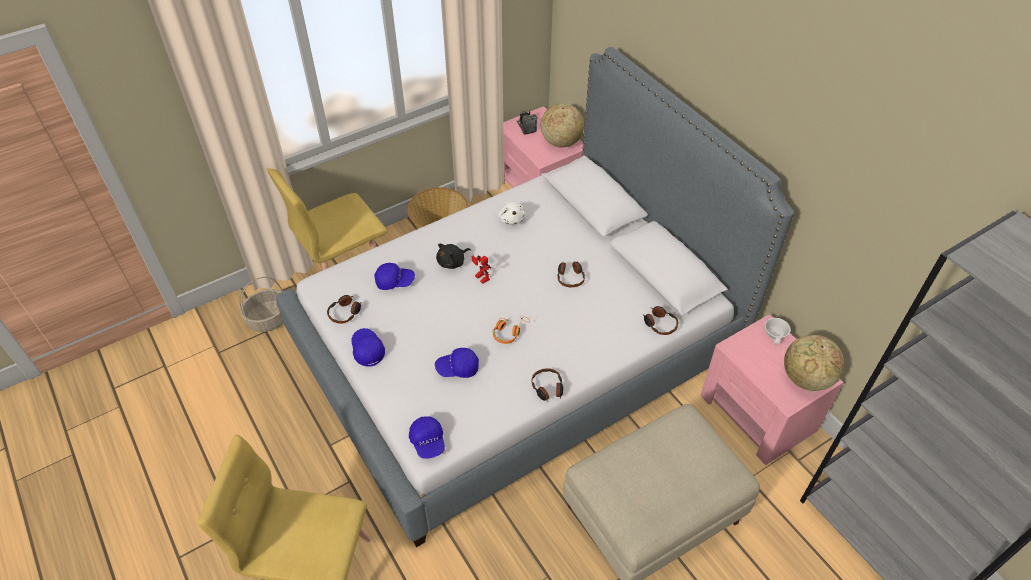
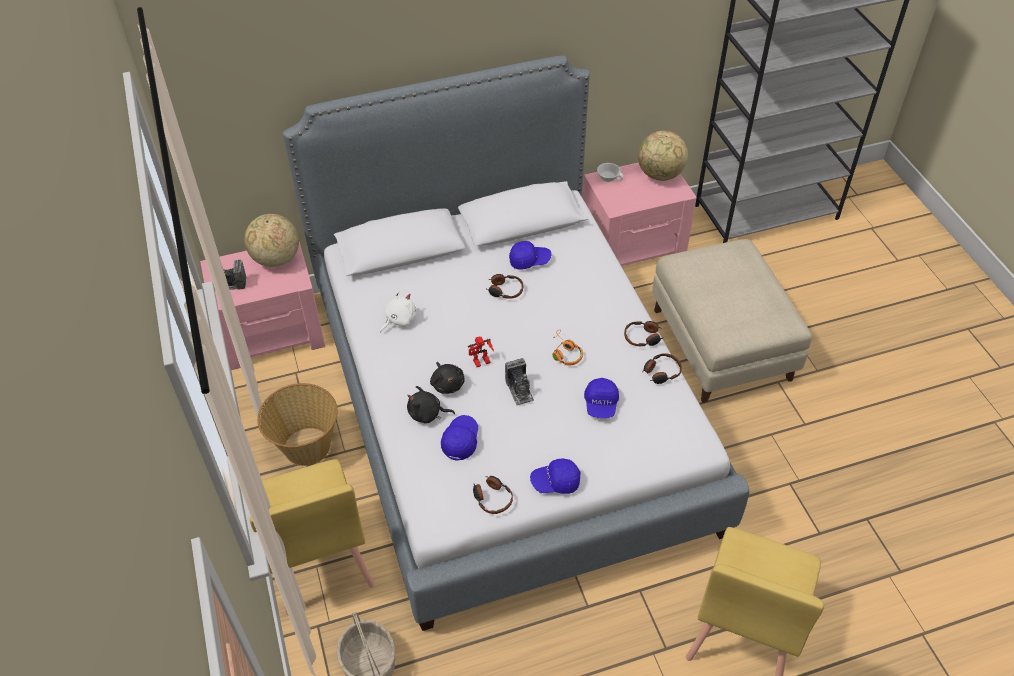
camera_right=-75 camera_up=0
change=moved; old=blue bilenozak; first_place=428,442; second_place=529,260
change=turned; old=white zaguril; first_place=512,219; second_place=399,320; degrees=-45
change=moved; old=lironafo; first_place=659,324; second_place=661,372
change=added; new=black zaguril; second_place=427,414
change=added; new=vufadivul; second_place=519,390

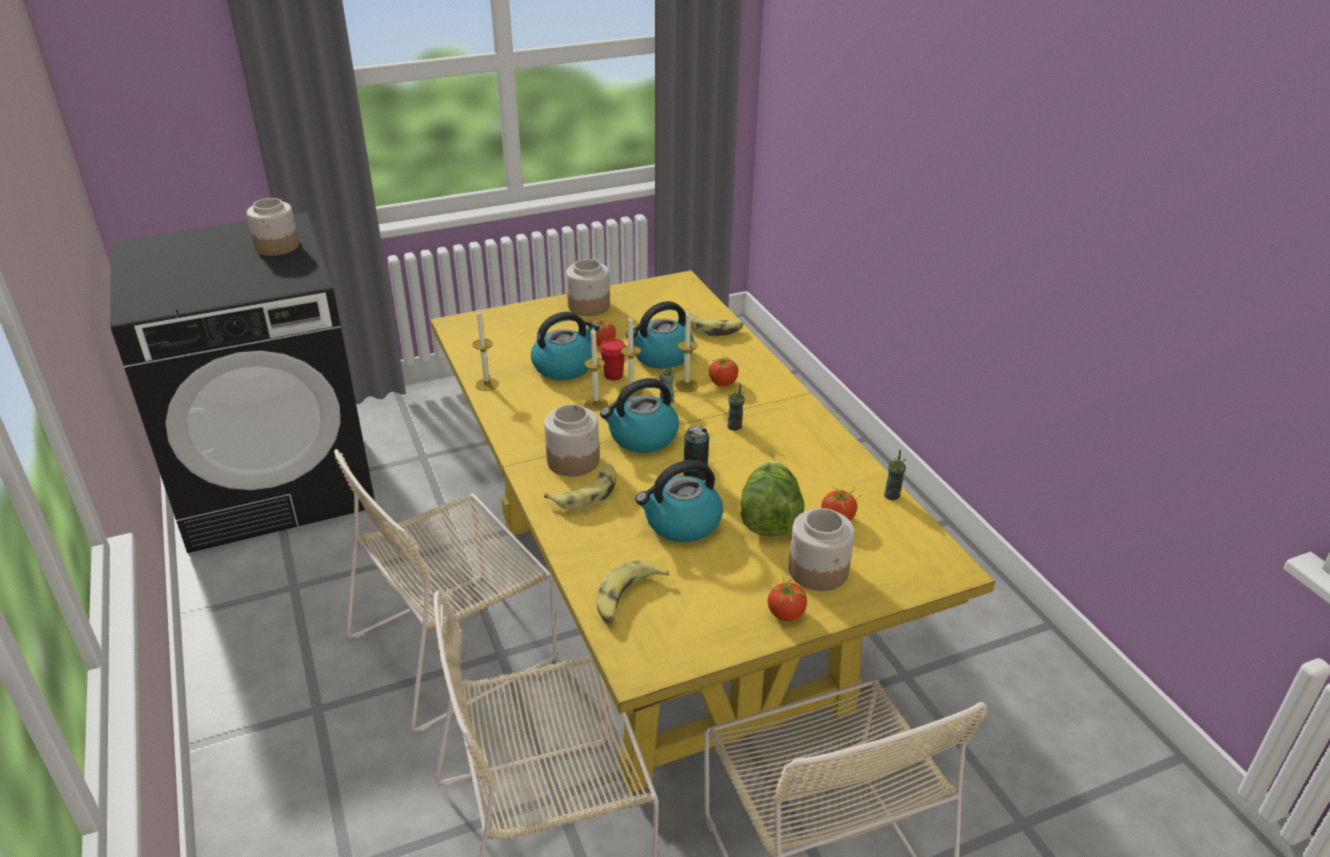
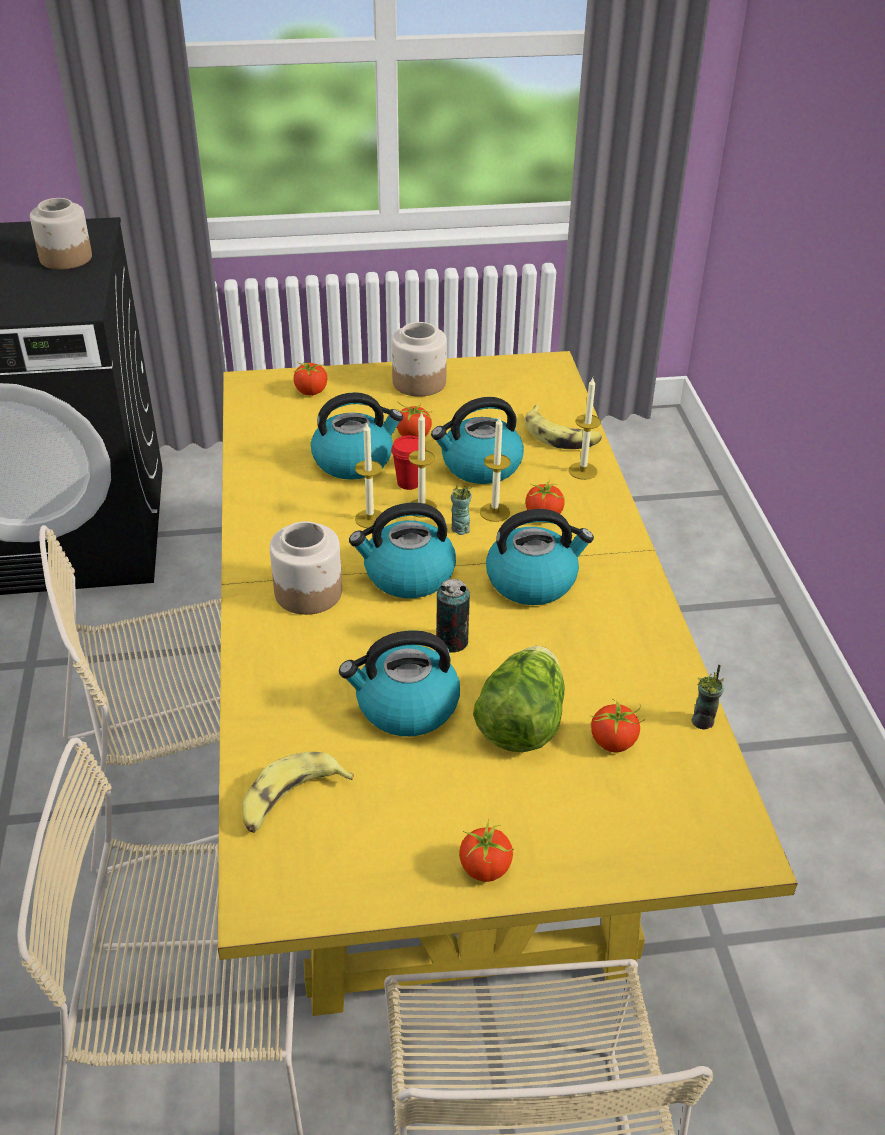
camera_right=15 camera_up=5
change=moved; old=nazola; first_place=487,384; second_place=583,471
change=removed; old=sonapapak; first_place=587,493
change=replaced; old=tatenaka; new=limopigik; first_place=735,426; second_place=533,581
change=removed; old=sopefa; first_place=819,571
change=added; new=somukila; second_place=311,391

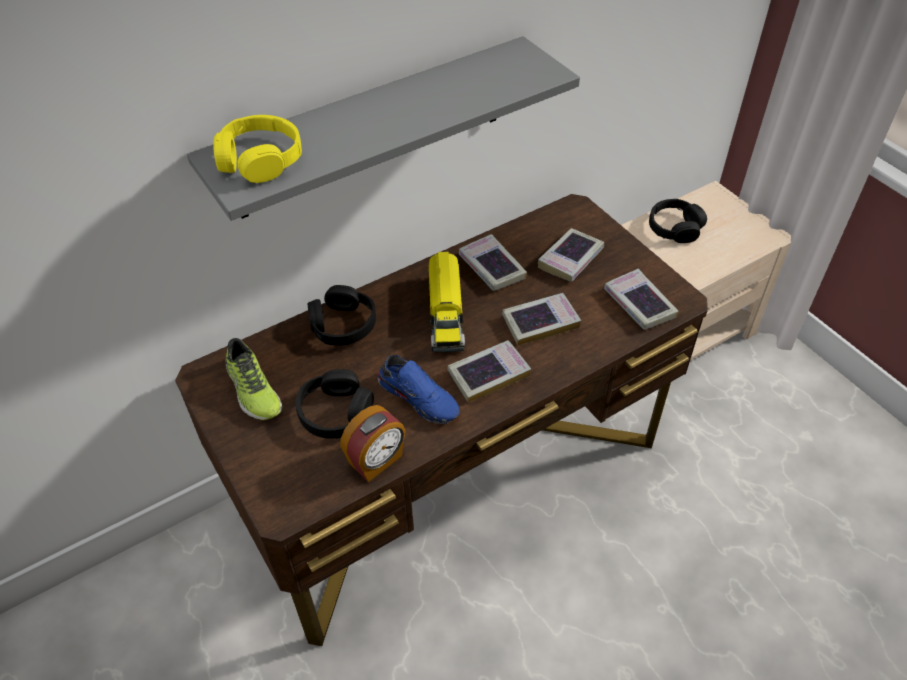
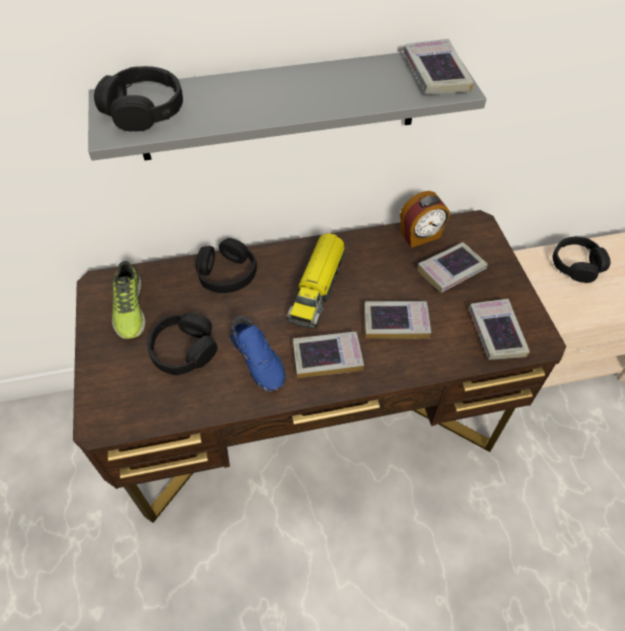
camera_right=20 camera_up=5
change=recoloured; old=yellow lironafo; new=black lironafo; first_place=260,160; second_place=144,110
change=moved; old=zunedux; first_place=376,460; second_place=420,236
change=moved; old=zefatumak; first_place=491,267; second_place=435,73

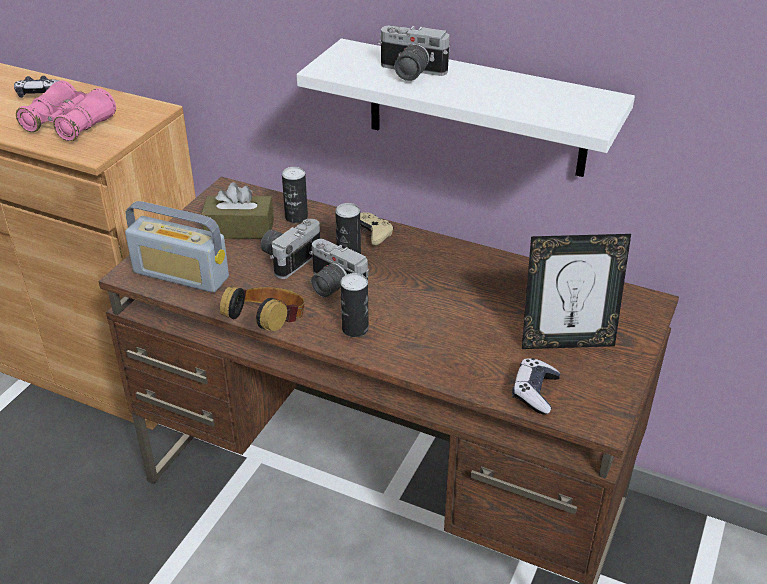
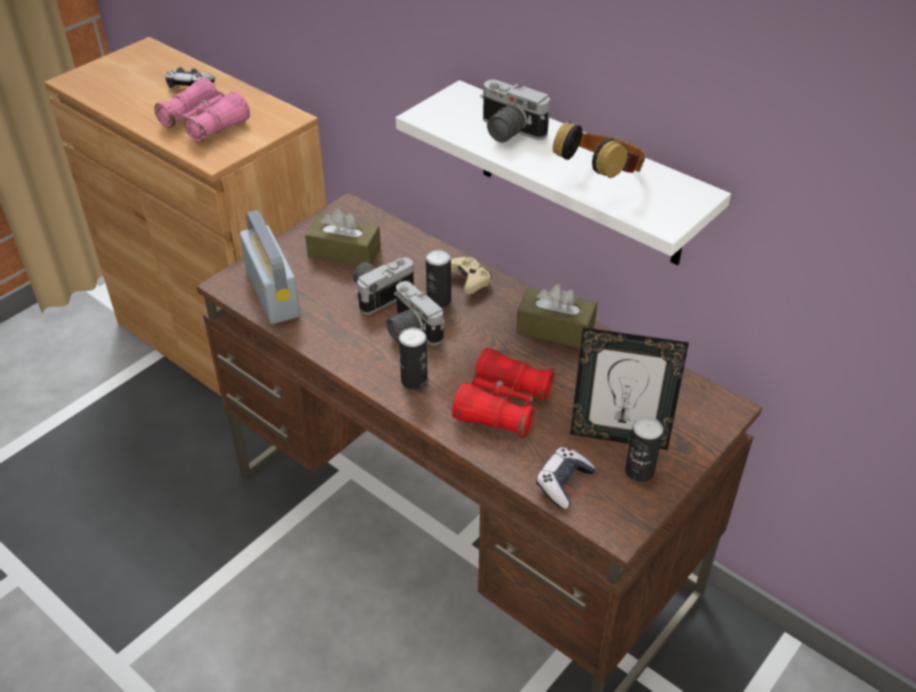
camera_right=15 camera_up=5
change=turned; old=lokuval; first_place=181,275; second_place=272,293; degrees=-150
change=moved; old=lironafo; first_place=269,328; second_place=600,179
change=moved; old=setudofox; first_place=296,217; second_place=639,471
change=added; new=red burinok; second_place=503,405
change=added; new=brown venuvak; second_place=555,329

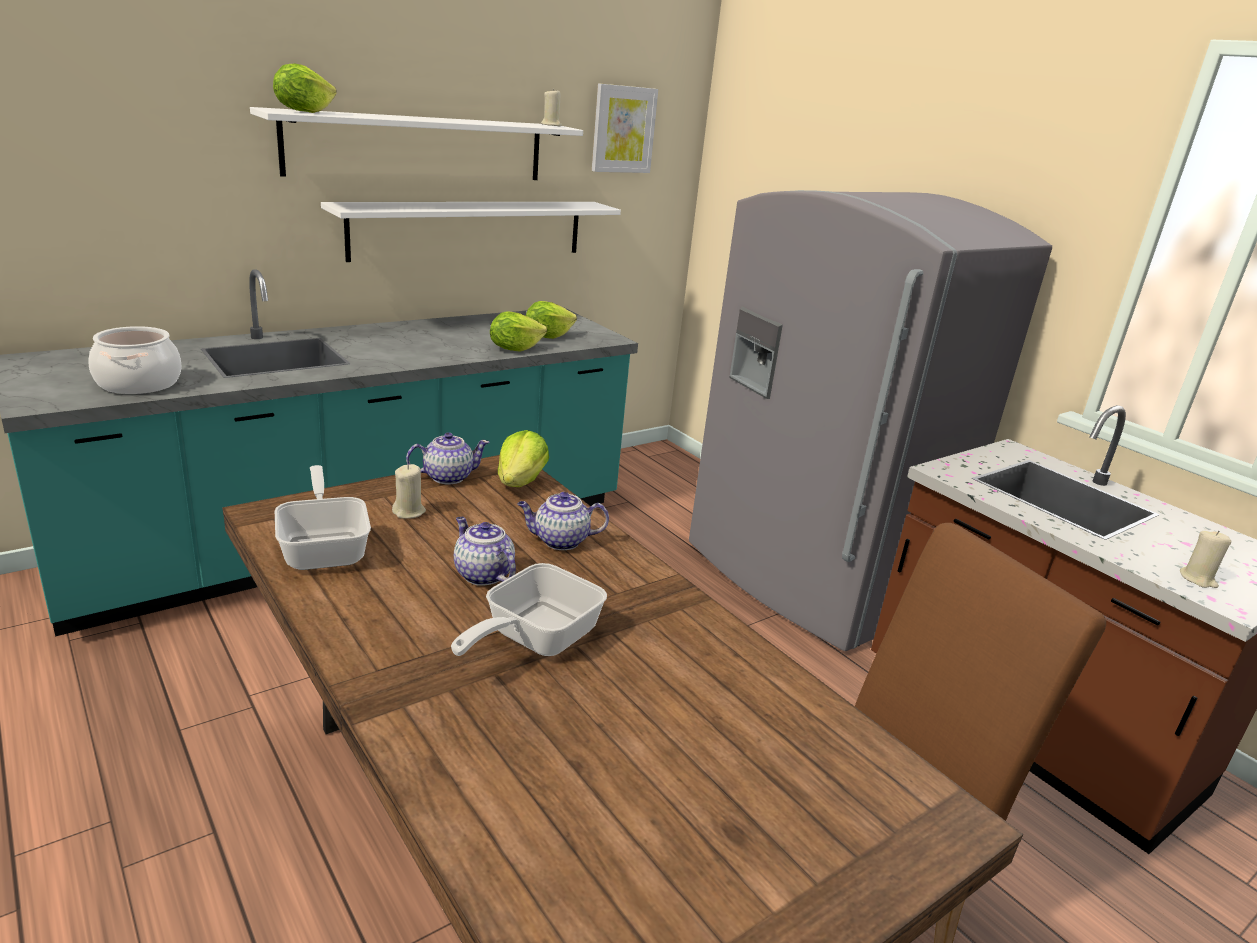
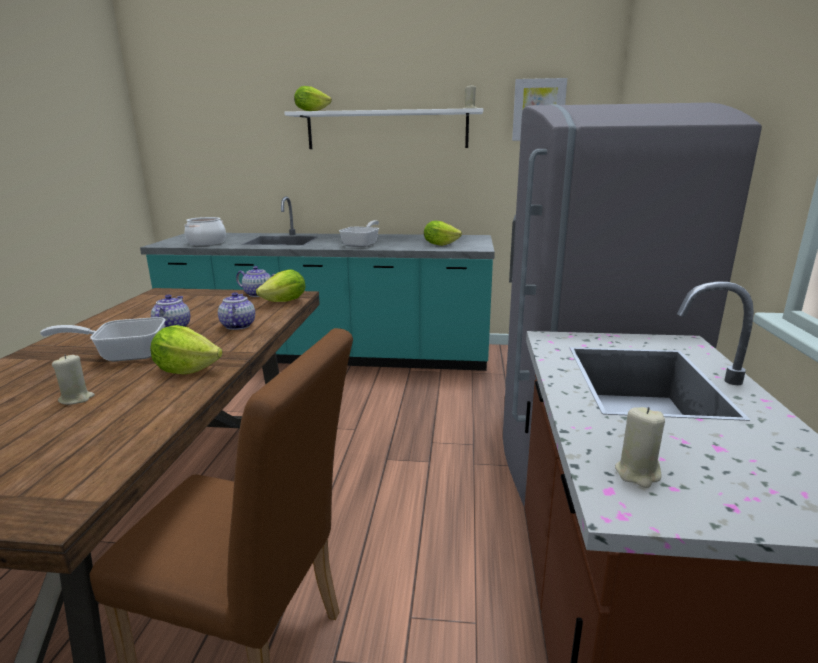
camera_right=45 camera_up=-5
change=moved; old=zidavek; first_place=325,547; second_place=362,244
change=removed; old=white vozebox; first_place=470,229
change=moved; old=beige nazola; first_place=409,512; second_place=76,399
change=moved; old=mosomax; first_place=514,349; second_place=186,370
change=turned; old=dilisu; first_place=560,541; second_place=238,325; degrees=45

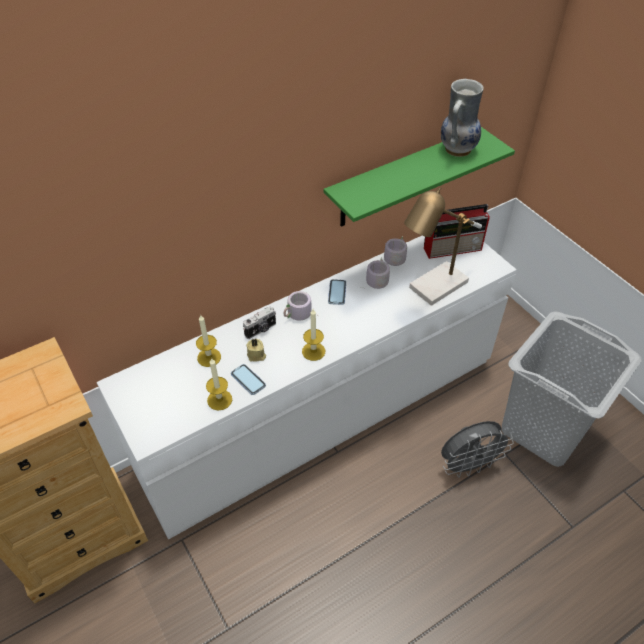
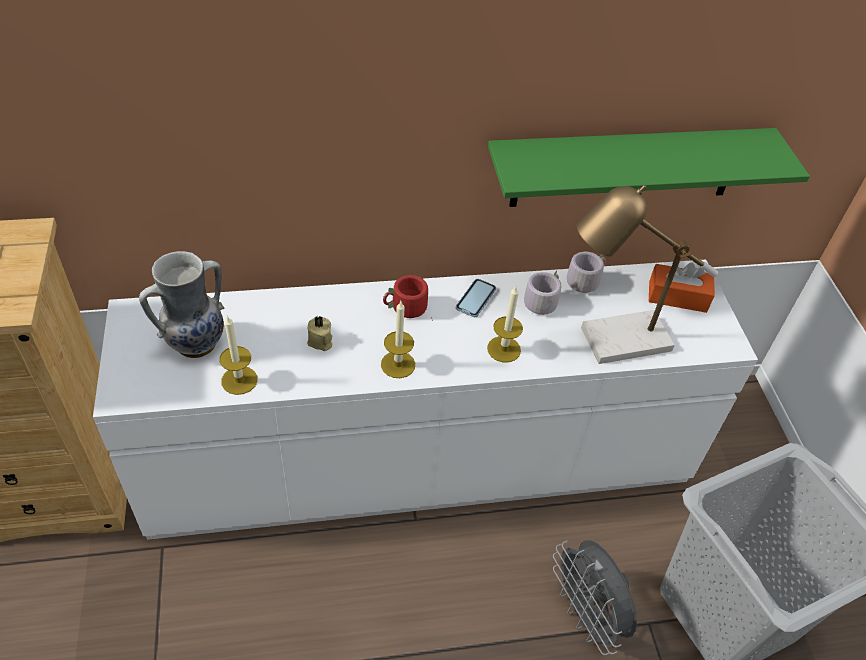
camera_right=20 camera_up=0
change=moved; old=nazola; first_place=209,357; second_place=504,349
change=removed; old=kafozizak; first_place=248,380
change=removed; old=vufadivul; first_place=261,330
change=recoloured; old=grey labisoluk; new=red labisoluk; first_place=298,315; second_place=405,309
change=replaced; old=lokuval; new=orange venuvak; first_place=453,248; second_place=677,297
change=moved; old=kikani; first_place=457,149; second_place=195,342
change=turned; old=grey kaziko; first_place=468,465; second_place=586,615; degrees=60

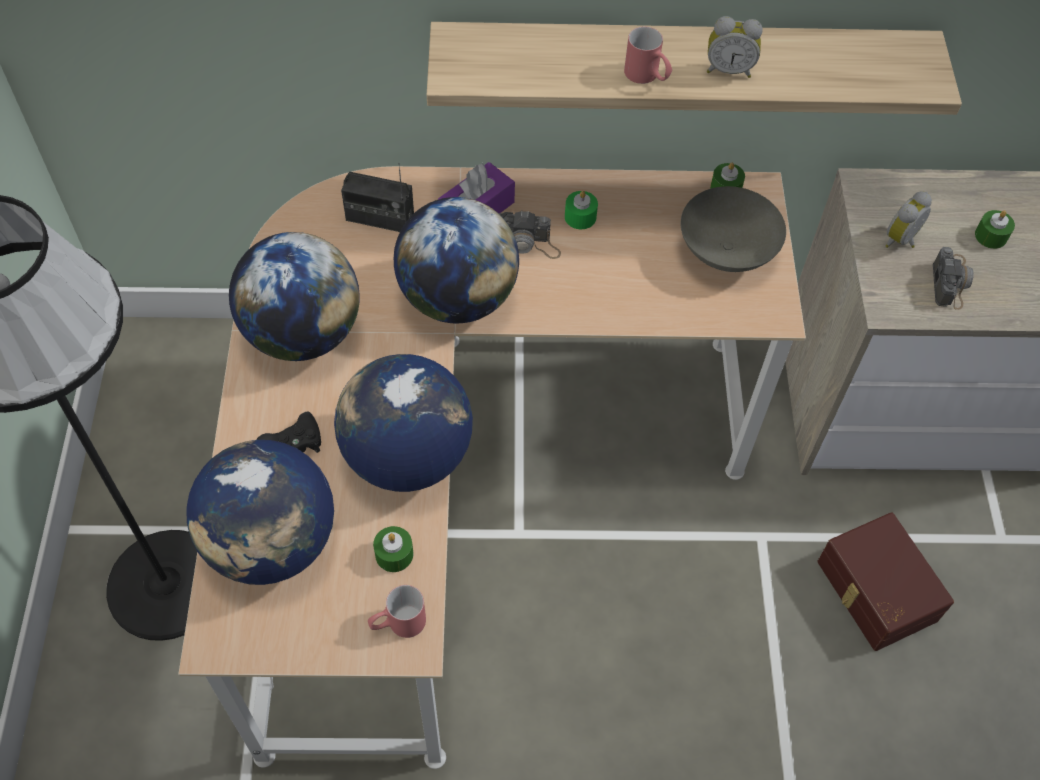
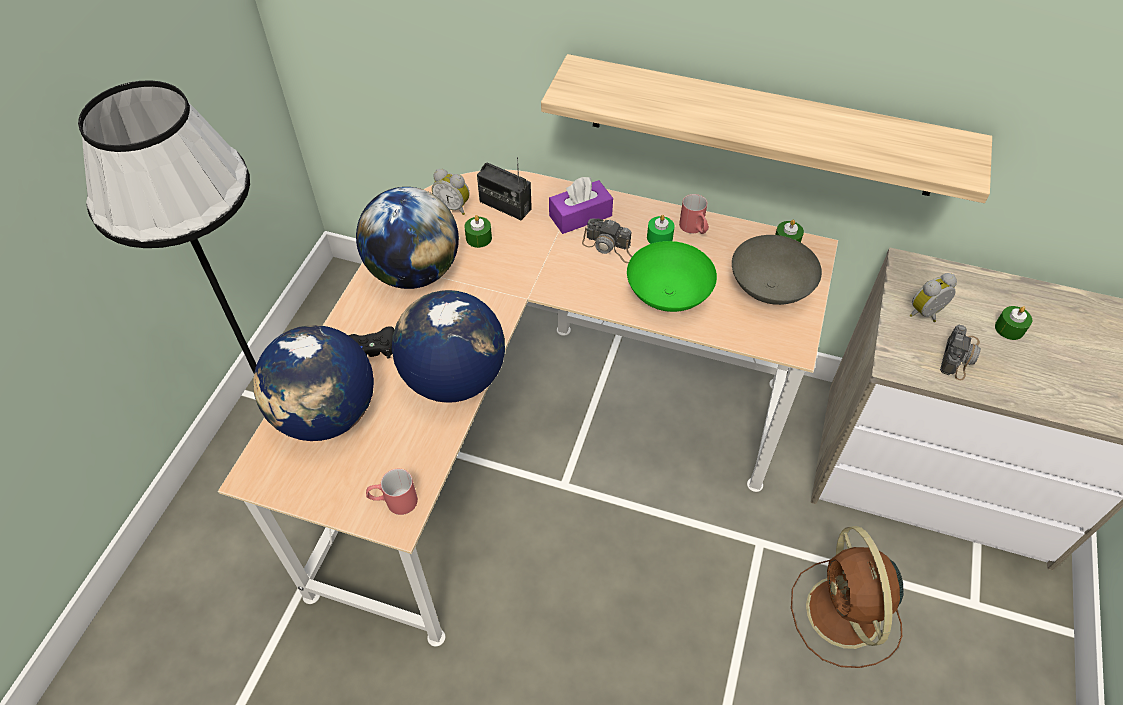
camera_right=20 camera_up=-5
change=moved; old=green nazola; first_place=394,554; second_place=478,238
change=removed; old=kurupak; first_place=457,298
change=moved; old=red labisoluk; first_place=647,77; second_place=694,229
change=moved; old=zunedux; first_place=728,69; second_place=454,206
change=replaced; old=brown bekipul; new=brown kaziko; first_place=874,592; second_place=844,615
change=added; new=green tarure; second_place=669,295

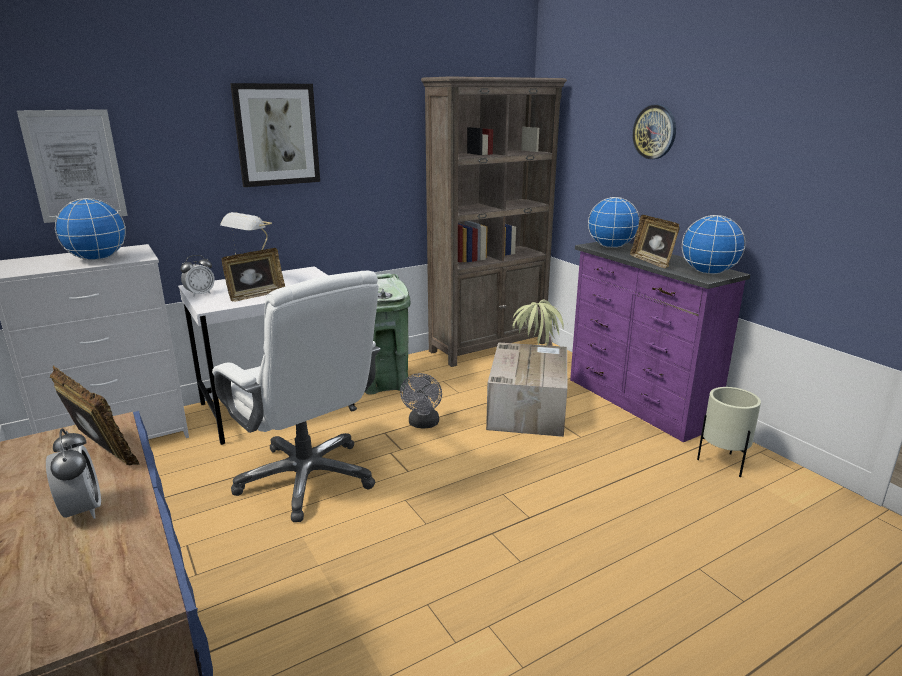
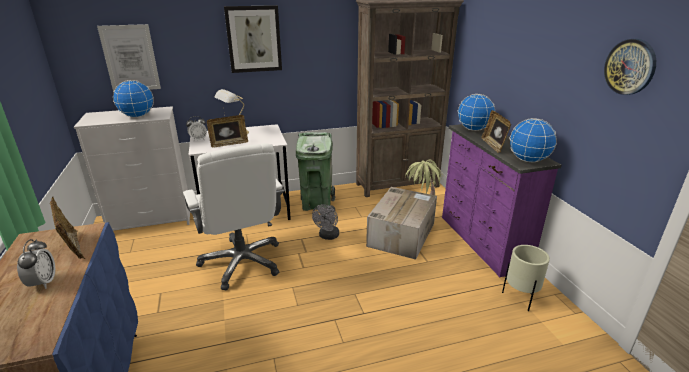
camera_right=15 camera_up=5
change=moved; old=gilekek; first_place=654,132; second_place=630,67

